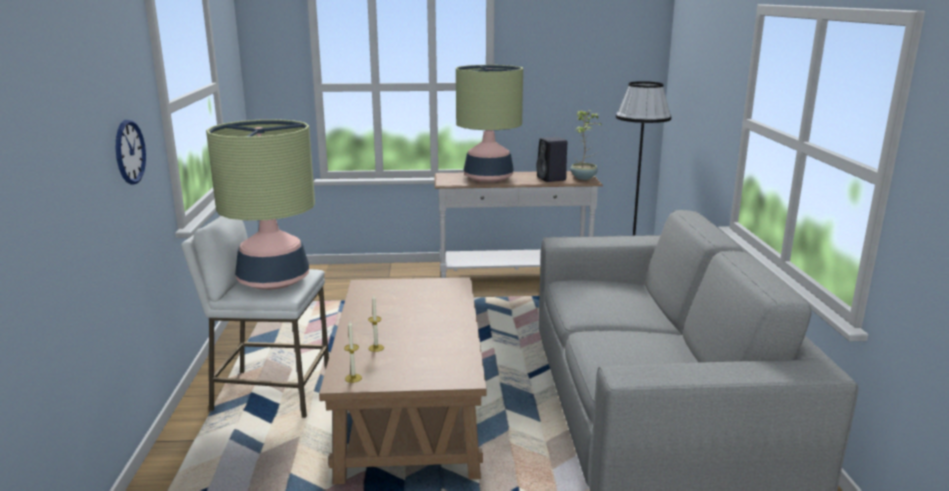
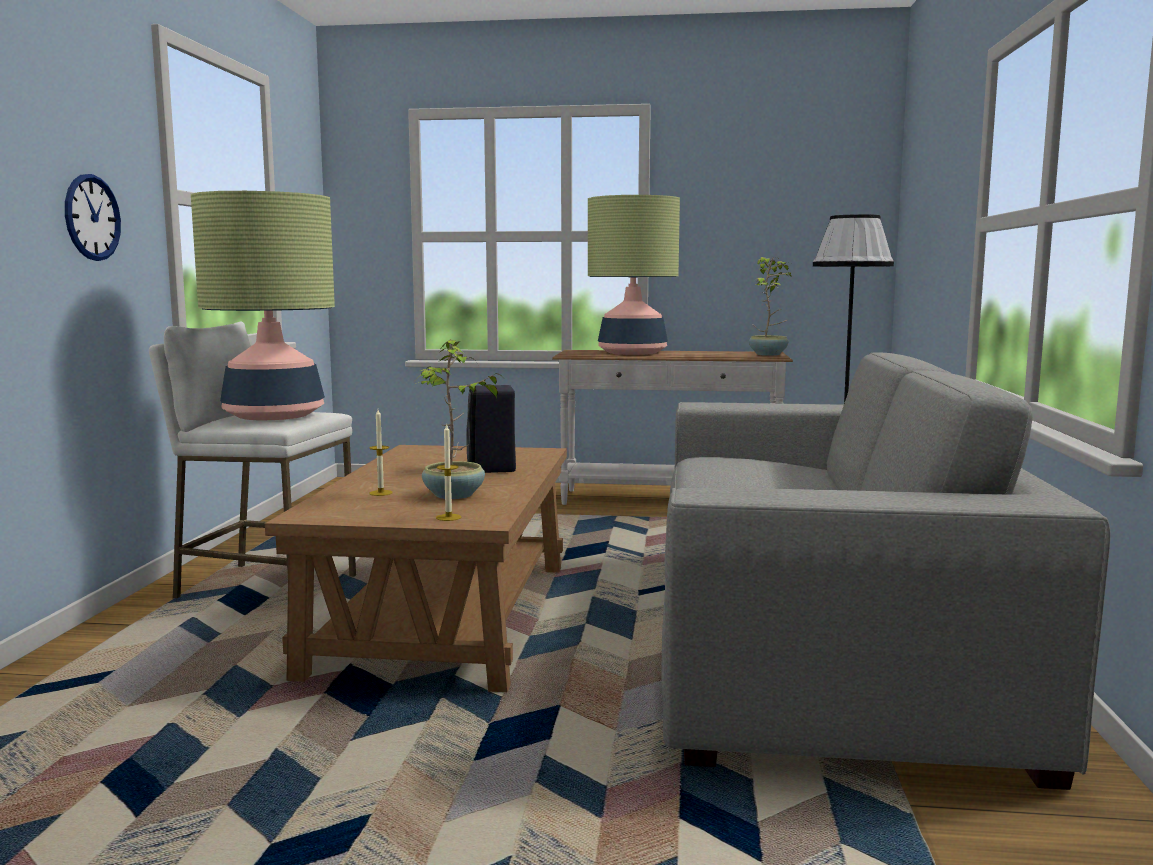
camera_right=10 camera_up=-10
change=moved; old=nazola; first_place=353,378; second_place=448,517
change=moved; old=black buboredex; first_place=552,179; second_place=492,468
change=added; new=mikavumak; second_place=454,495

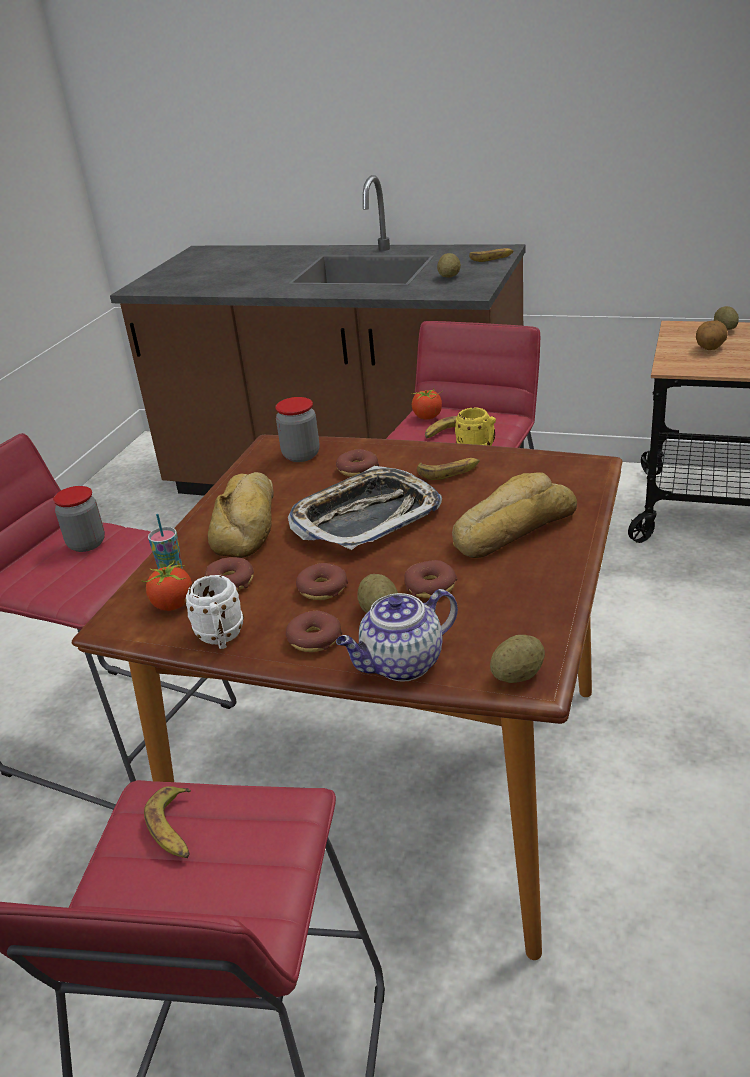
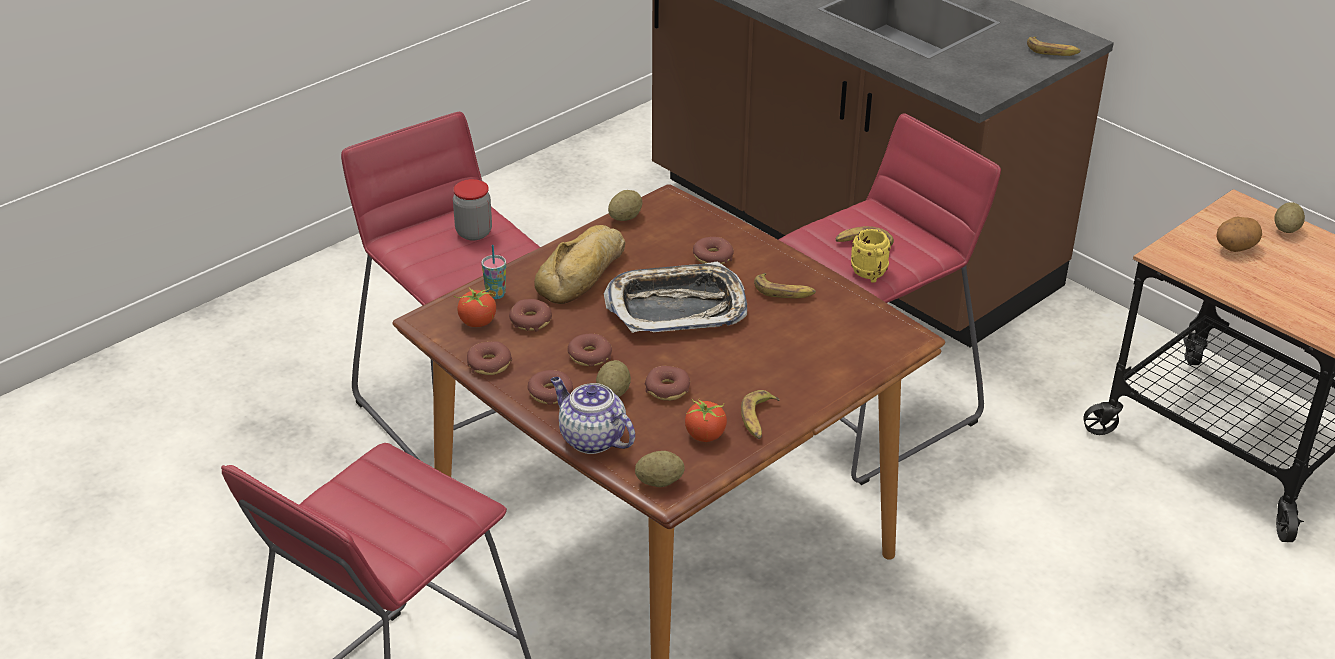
camera_right=25 camera_up=5
change=moved; old=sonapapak; first_place=174,829; second_place=758,420
change=replaced; old=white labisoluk; new=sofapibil; first_place=221,638; second_place=489,364
change=removed; old=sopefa; first_place=301,455
change=turned; old=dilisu; first_place=401,665; second_place=591,439; degrees=45
change=moved; old=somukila; first_place=428,417; second_place=705,435
change=moved; old=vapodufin; first_place=449,277; second_place=625,217
change=removed; old=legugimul; first_place=511,528

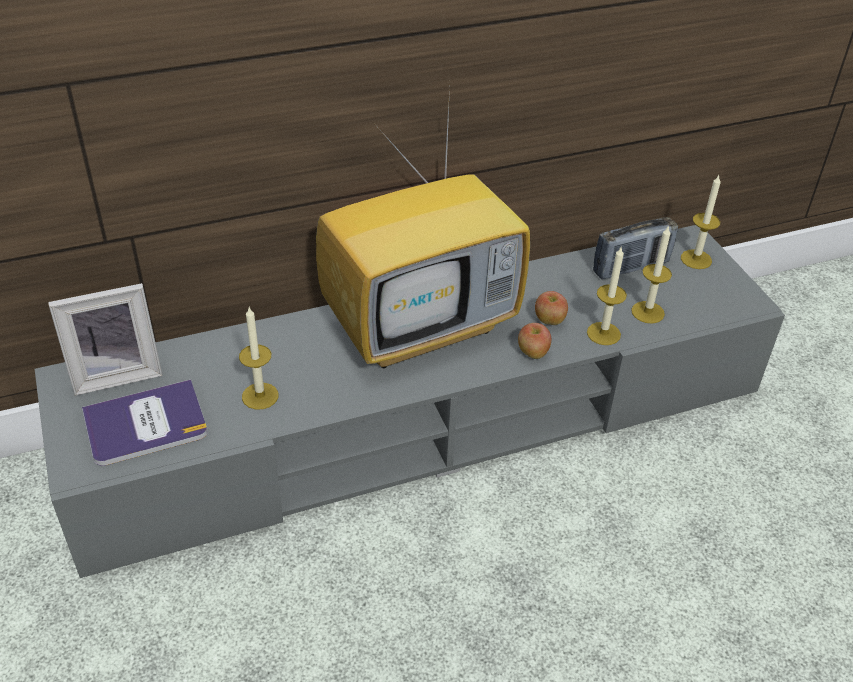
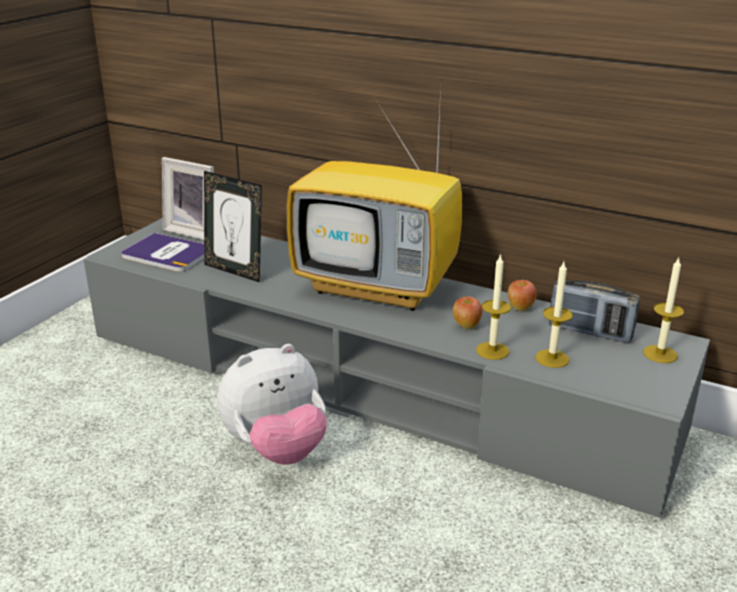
camera_right=50 camera_up=-15
change=replaced; old=nazola; new=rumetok; first_place=260,396; second_place=235,271
change=moved; old=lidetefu; first_place=532,353; second_place=520,308
change=added; new=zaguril; second_place=277,449

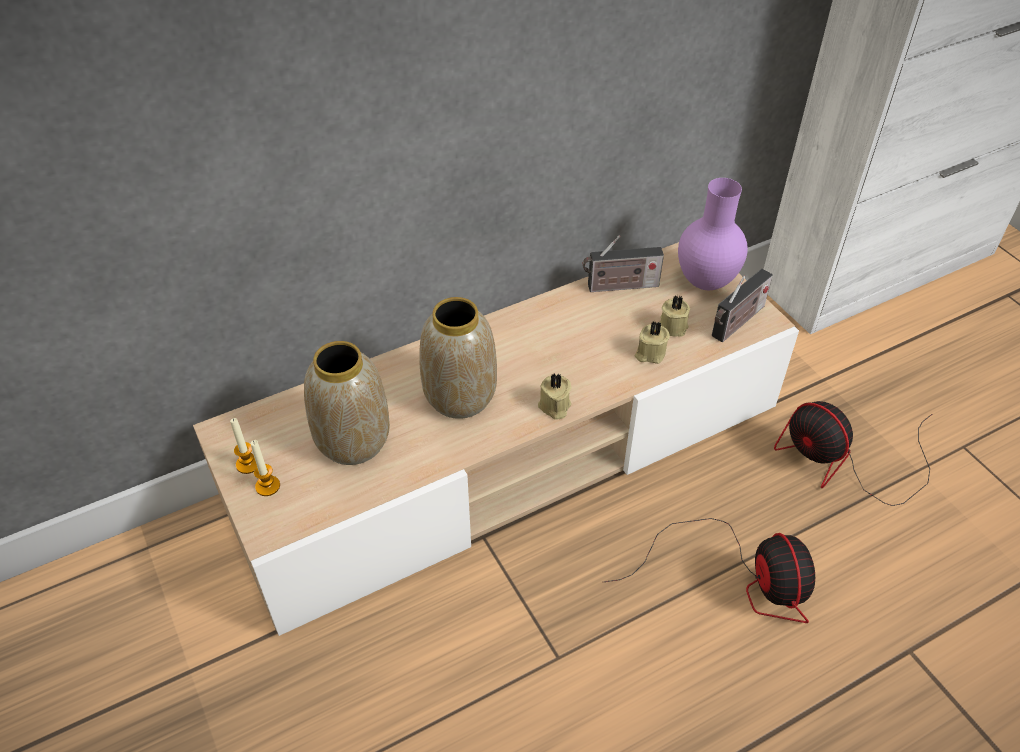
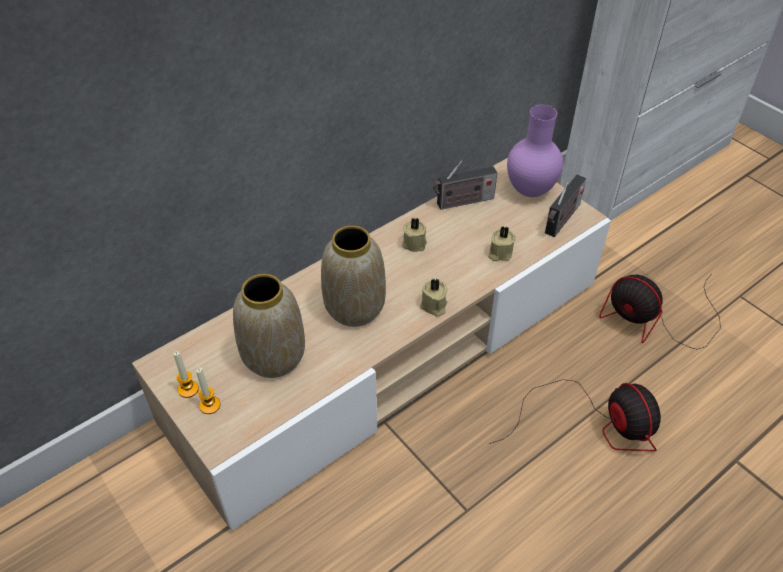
camera_right=-10 camera_up=0
change=moved; old=beige nazola; first_place=672,326; second_place=413,243

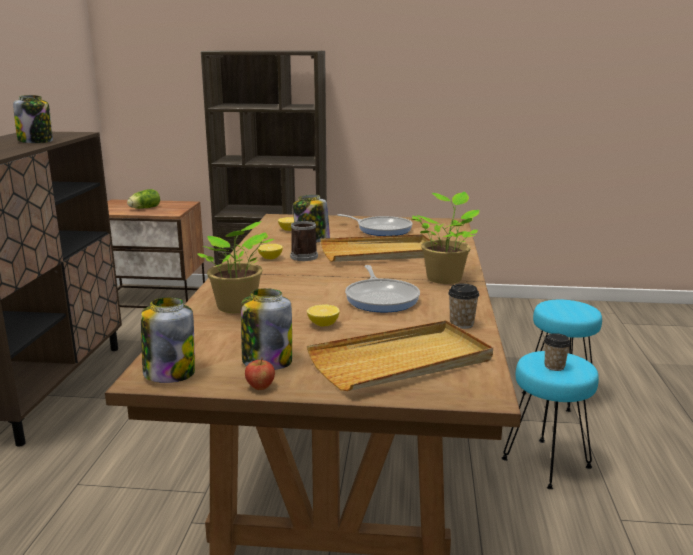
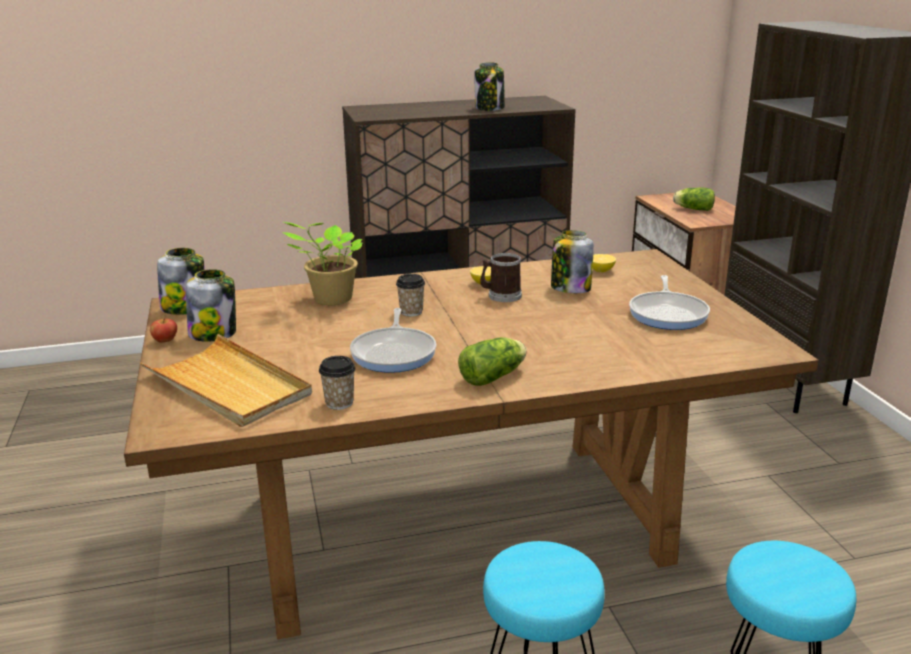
camera_right=70 camera_up=5
change=removed; old=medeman; first_place=323,324
change=removed; old=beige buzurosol; first_place=380,253
change=turned; old=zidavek; first_place=381,298; second_place=394,353; degrees=-60
change=replaced; old=mikavumak; new=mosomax; first_place=445,278; second_place=495,376
change=moved; old=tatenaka; first_place=554,366; second_place=411,312

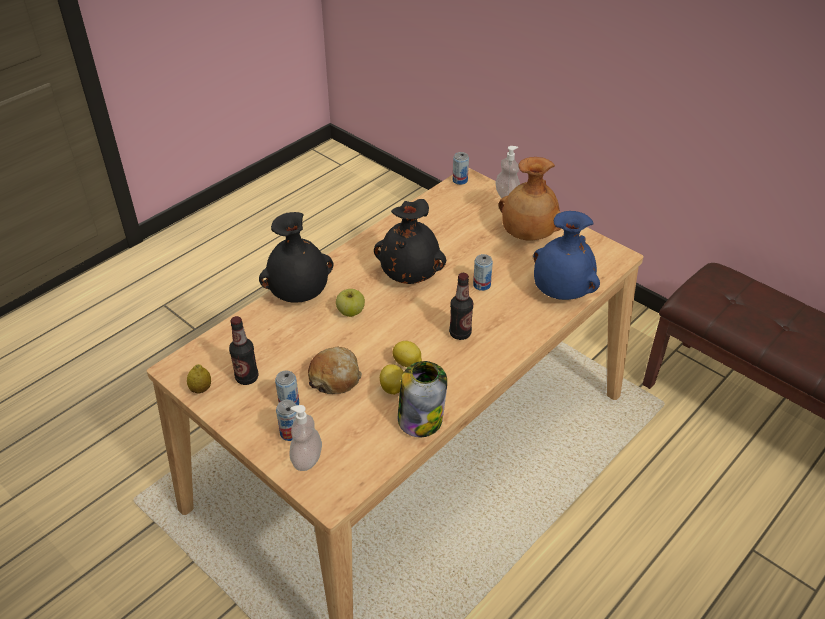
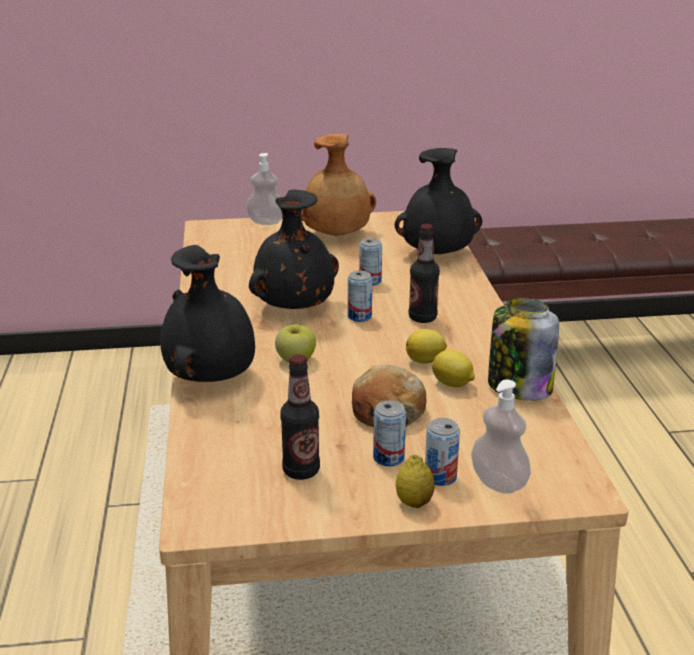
camera_right=-50 camera_up=-15
change=moved; old=medeman; first_place=201,389; second_place=414,502
change=moved; old=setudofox; first_place=460,180; second_place=359,317
change=recoloured; old=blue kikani; new=black kikani; first_place=561,292; second_place=437,254

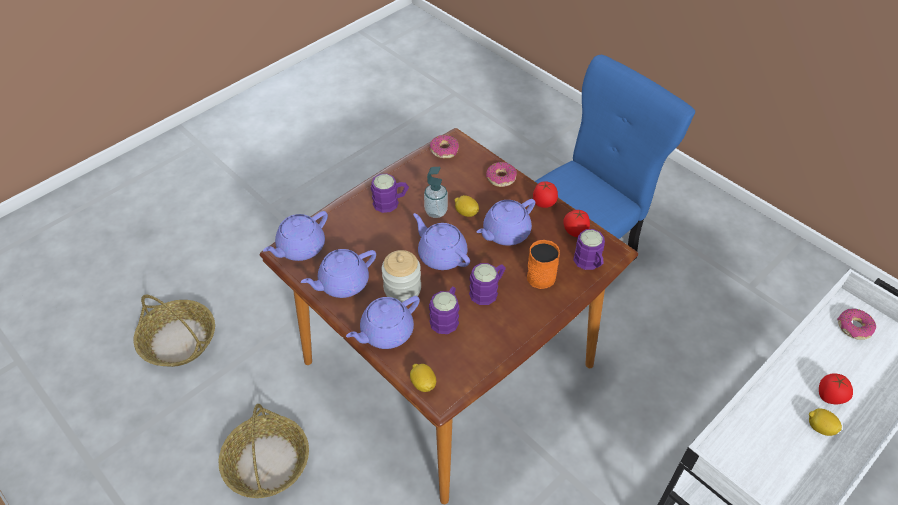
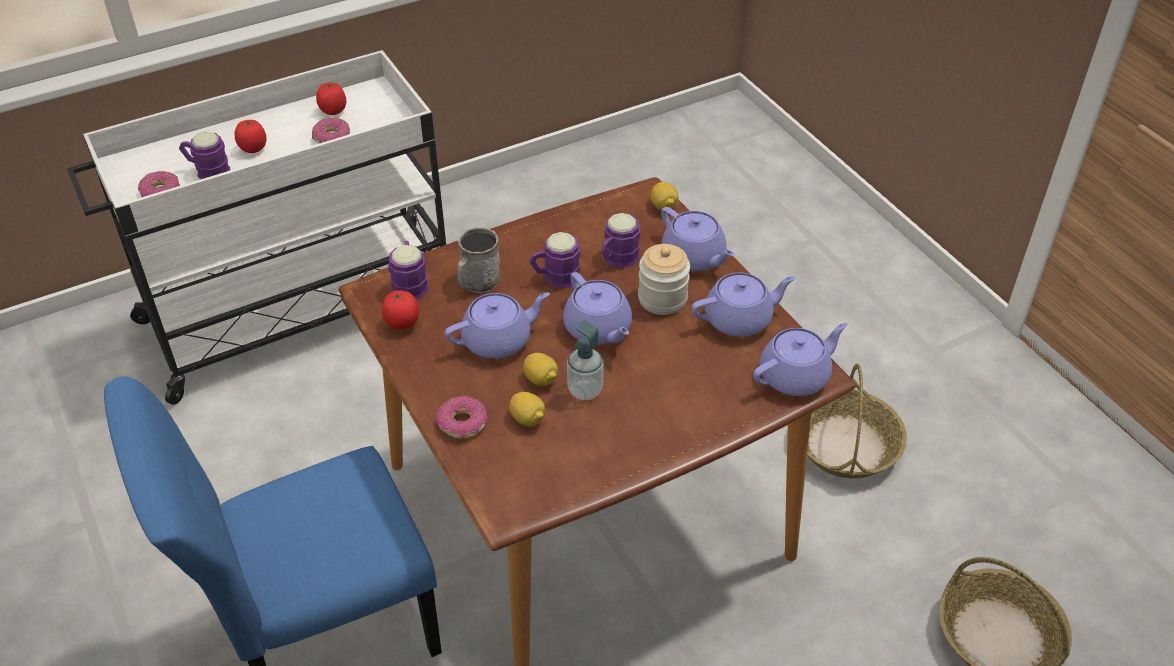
camera_right=-165 camera_up=-5
change=turned; old=purple dilisu; first_place=386,332; second_place=694,258; degrees=75
change=moved; old=purple labisoluk; first_place=390,202; second_place=207,171
change=moved; old=sofapibil; first_place=444,150; second_place=332,138
change=recoloured; old=orange labisoluk; new=grey labisoluk; first_place=542,273; second_place=477,283
change=moved; old=somukila; first_place=544,203; second_place=333,111
change=moved; old=medeman; first_place=819,427; second_place=527,419

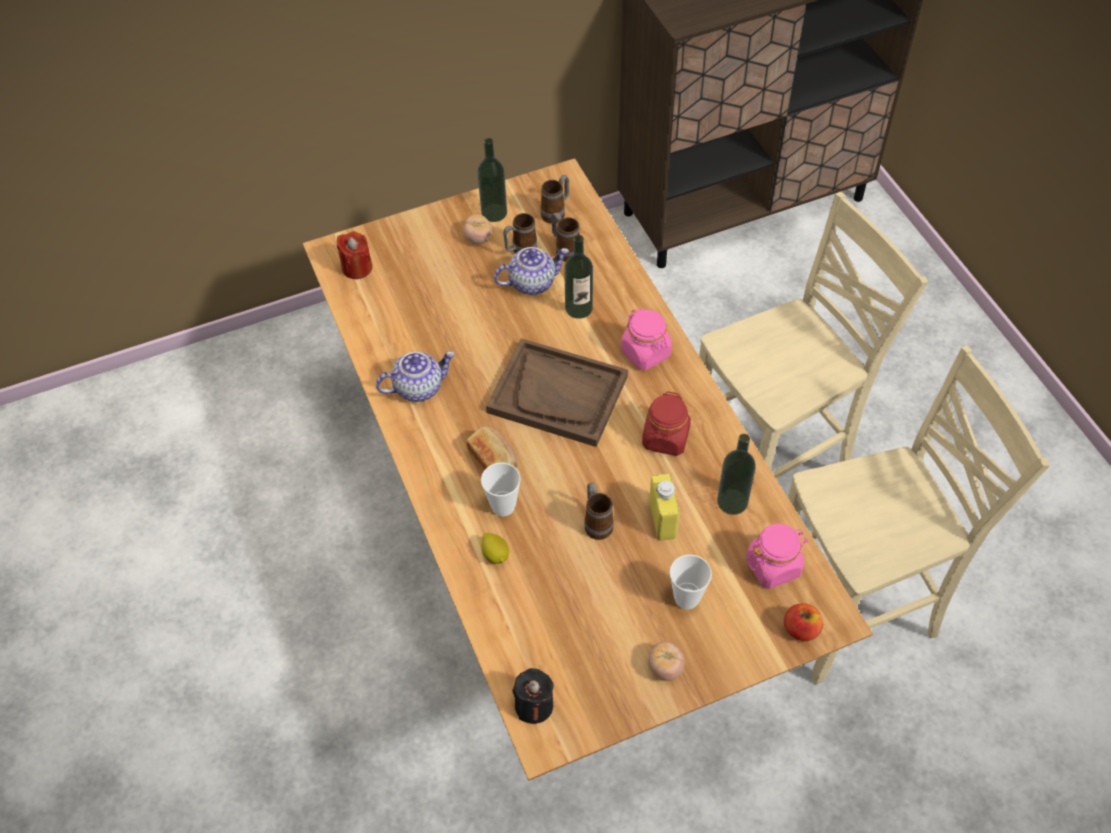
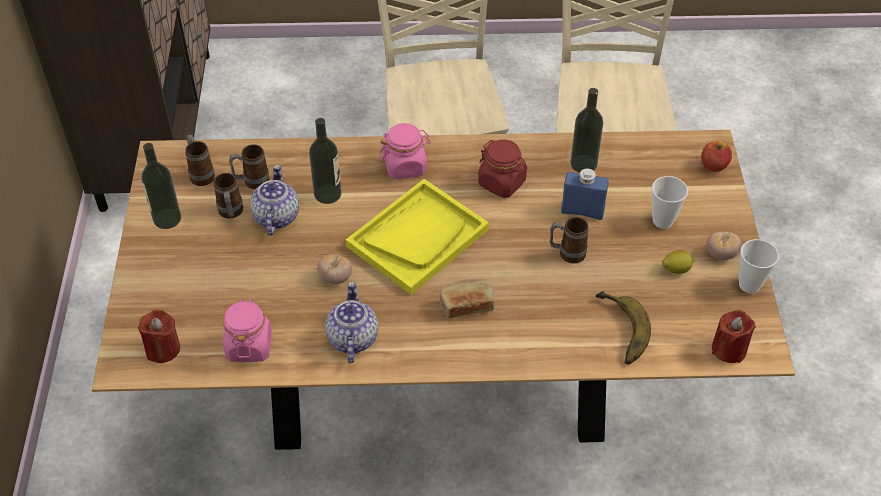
camera_right=-70 camera_up=-5
change=moved; old=somukila; first_place=478,238; second_place=335,278
change=moved; old=tatenaka; first_place=503,506; second_place=749,285
change=moved; old=medeman; first_place=495,554; second_place=676,269
change=recoloured; old=brown buzurosol; new=yellow buzurosol; first_place=558,394; second_place=418,238
change=recoloured; old=black nazola; new=red nazola; first_place=534,705; second_place=729,349
change=recoloured; old=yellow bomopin; new=blue bomopin; first_place=662,520; second_place=582,211
change=moved; old=pink sopefa; first_place=773,566; second_place=249,346
change=added; new=sonapapak; second_place=617,331

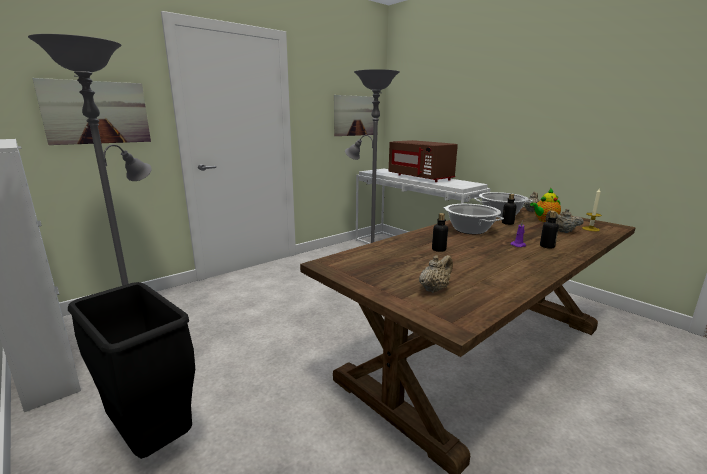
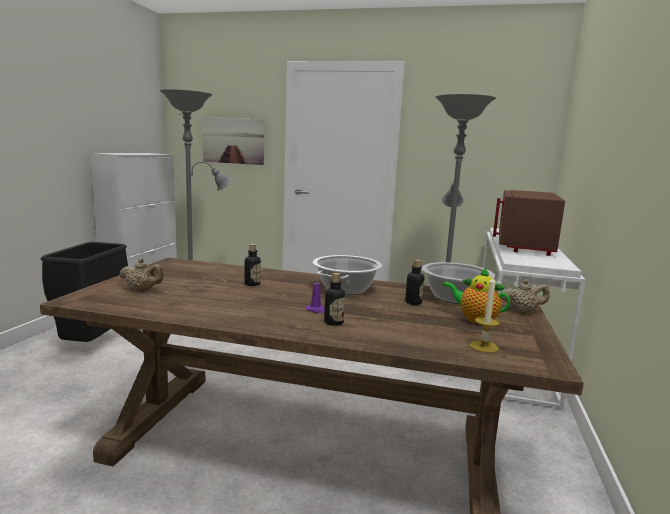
camera_right=55 camera_up=-5
change=removed; old=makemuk; first_place=356,115
change=removed; old=beige dilisu; first_place=562,231

